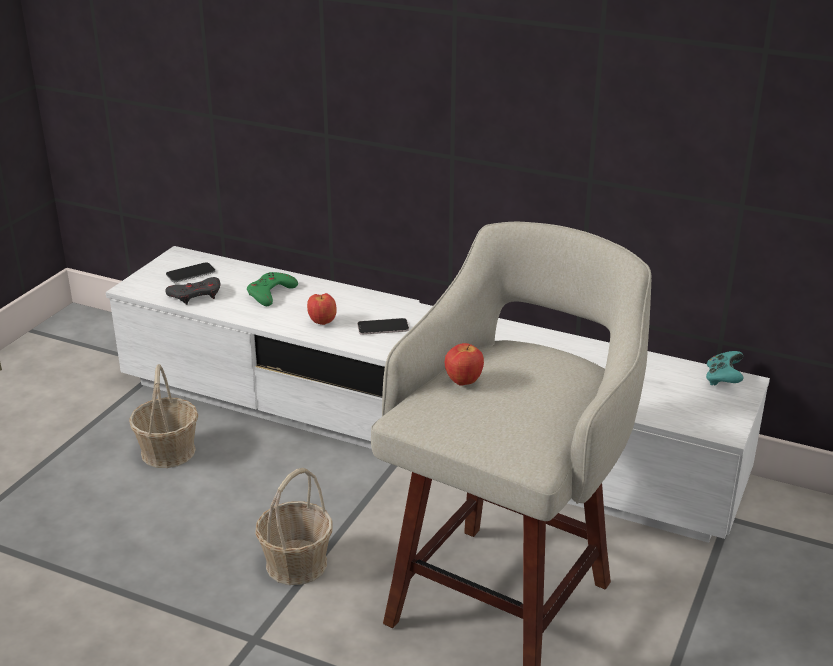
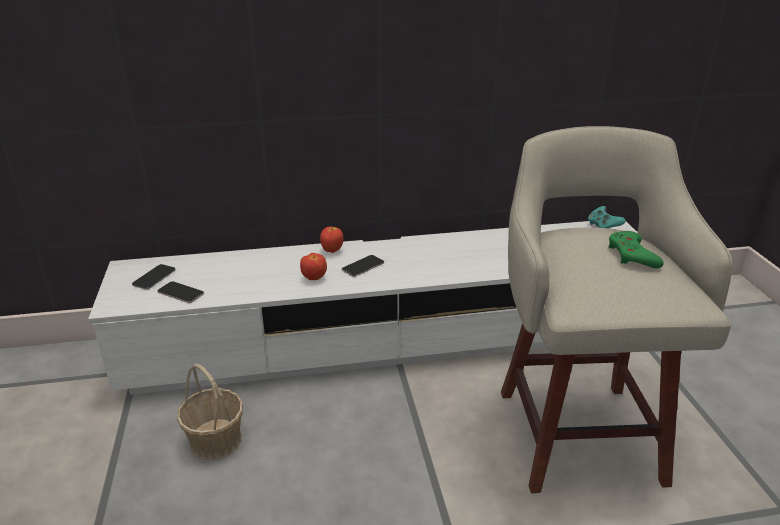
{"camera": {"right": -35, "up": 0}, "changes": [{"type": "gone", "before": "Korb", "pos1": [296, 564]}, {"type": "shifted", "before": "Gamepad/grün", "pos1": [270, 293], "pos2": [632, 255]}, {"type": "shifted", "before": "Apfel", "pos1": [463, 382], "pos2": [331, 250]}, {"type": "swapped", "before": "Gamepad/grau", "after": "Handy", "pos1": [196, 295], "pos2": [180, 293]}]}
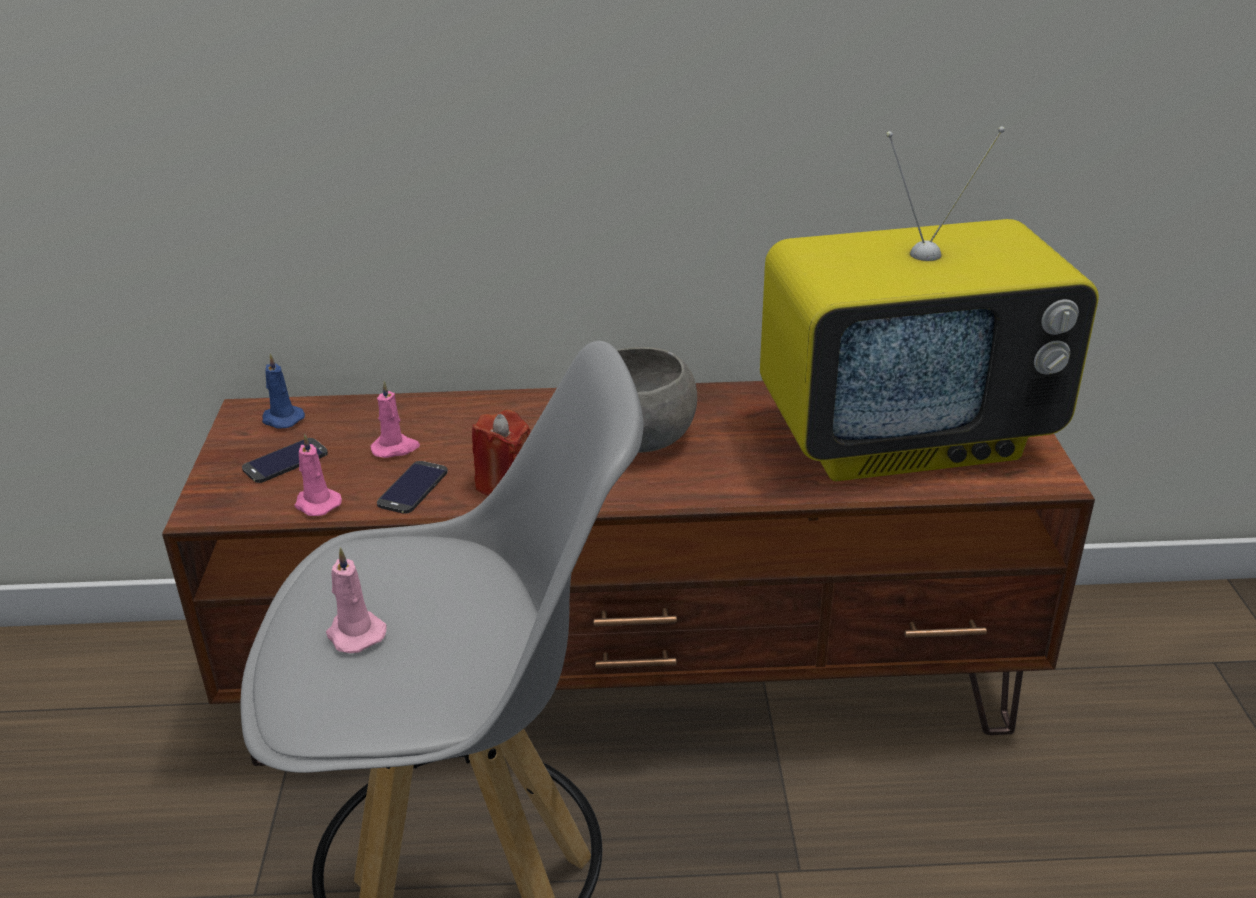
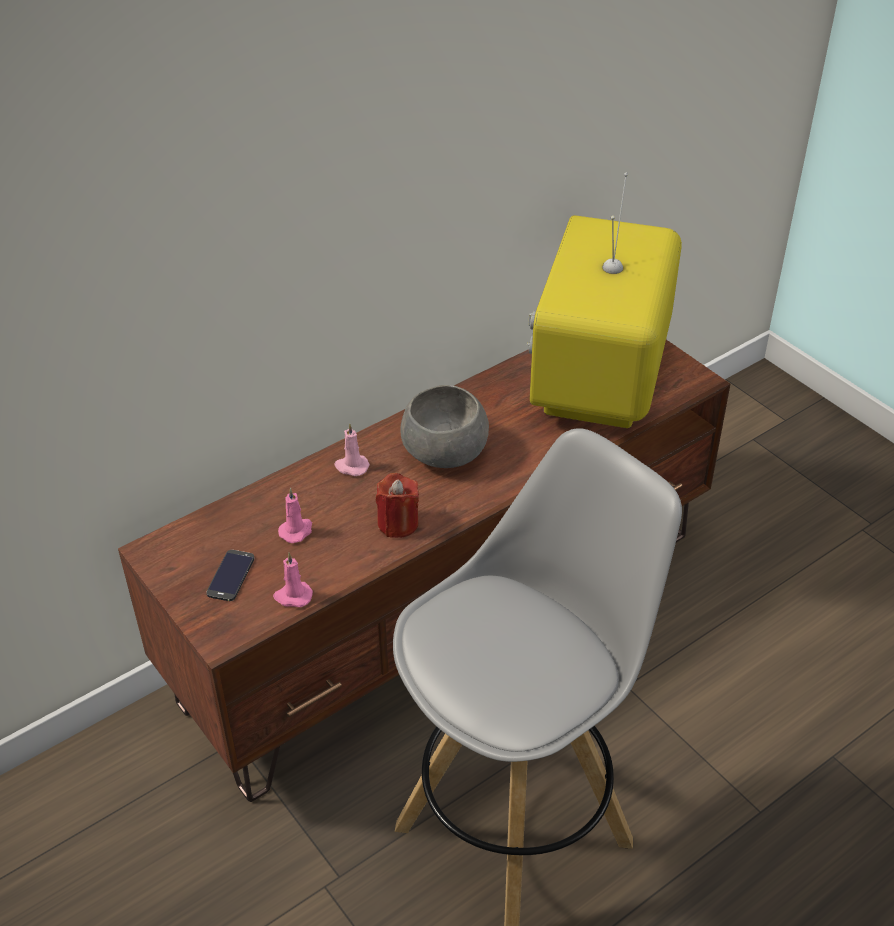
{"camera": {"right": -35, "up": 10}, "changes": [{"type": "gone", "before": "Kerze/blau", "pos1": [281, 419]}, {"type": "gone", "before": "Handy", "pos1": [413, 488]}, {"type": "shifted", "before": "Kerze/rosa", "pos1": [354, 633], "pos2": [351, 466]}, {"type": "rotated", "before": "Fernseher", "pos1": [905, 437], "pos2": [600, 382], "turn": 150}]}
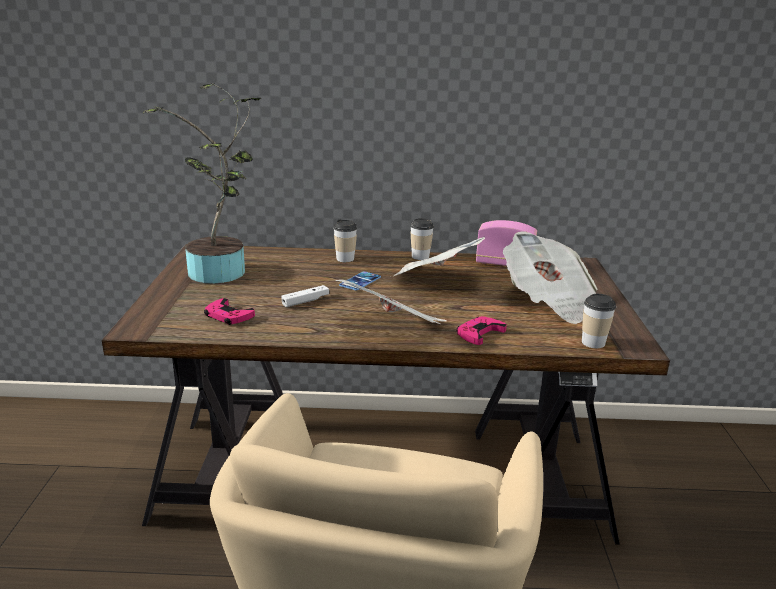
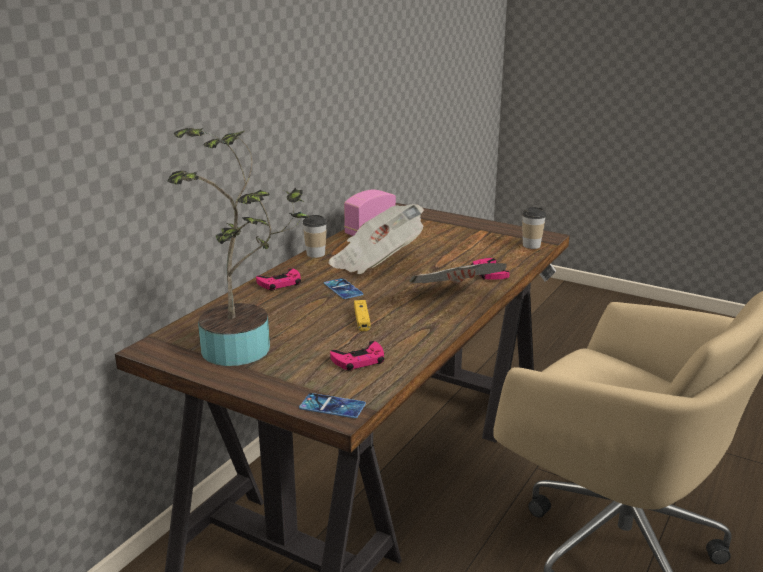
{"camera": {"right": -60, "up": 0}, "changes": [{"type": "gone", "before": "Zeitung", "pos1": [549, 301]}, {"type": "new", "after": "Handy", "pos2": [332, 406]}, {"type": "swapped", "before": "Tasse", "after": "Gamepad/rosa", "pos1": [345, 259], "pos2": [280, 283]}, {"type": "repainted", "before": "Gamepad/weiß", "after": "Gamepad/gelb", "pos1": [305, 301], "pos2": [362, 320]}]}
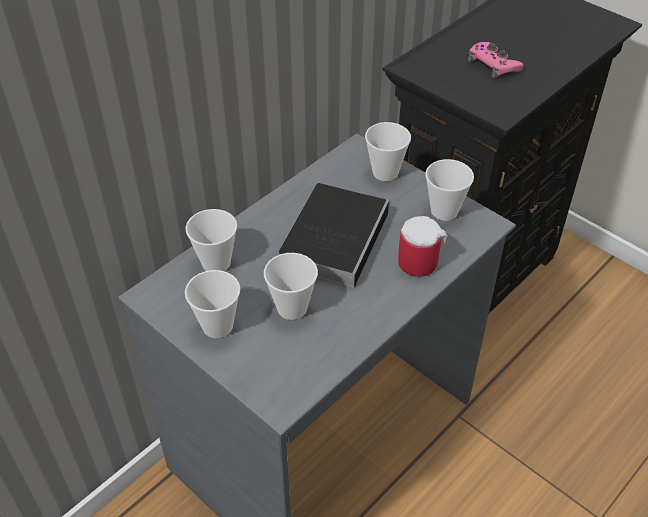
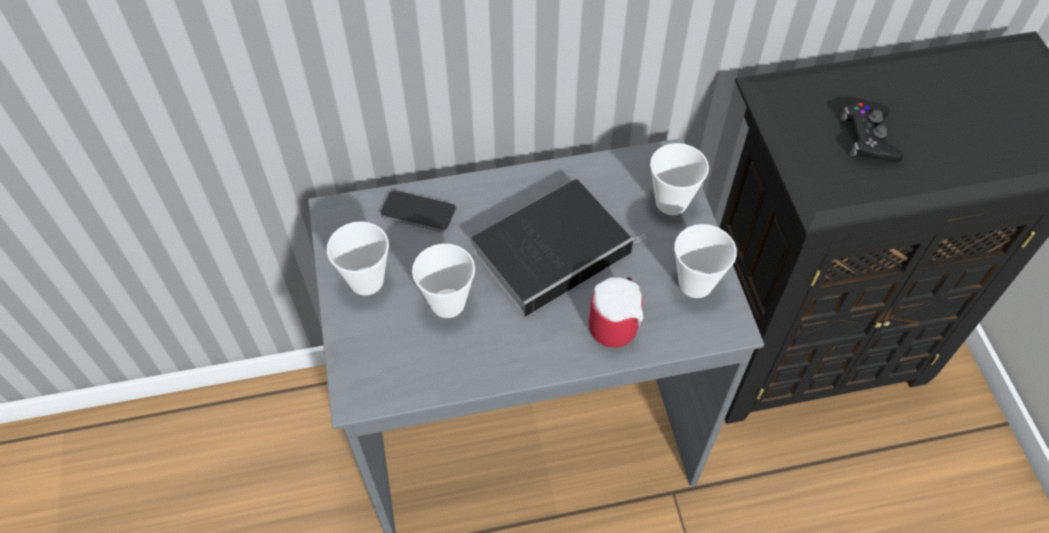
{"camera": {"right": 35, "up": 10}, "changes": [{"type": "swapped", "before": "Tasse", "after": "Handy", "pos1": [216, 263], "pos2": [418, 213]}, {"type": "repainted", "before": "Gamepad/rosa", "after": "Gamepad/schwarz", "pos1": [493, 65], "pos2": [869, 138]}]}
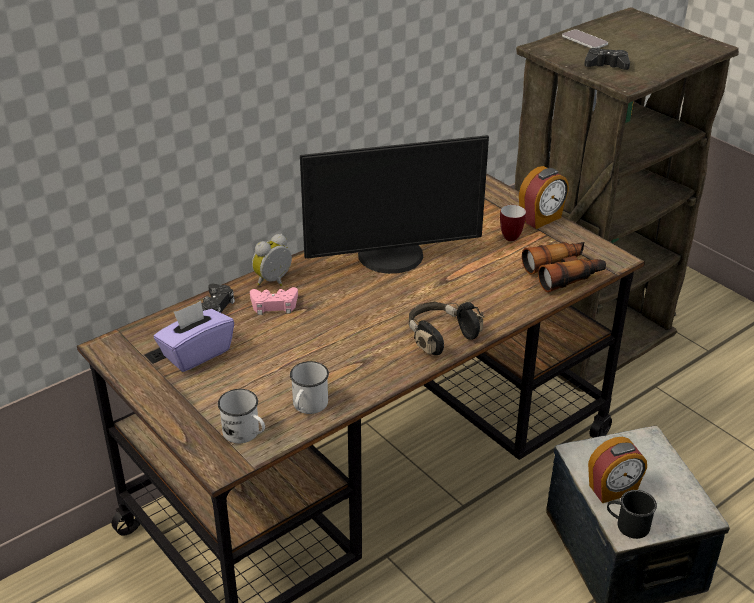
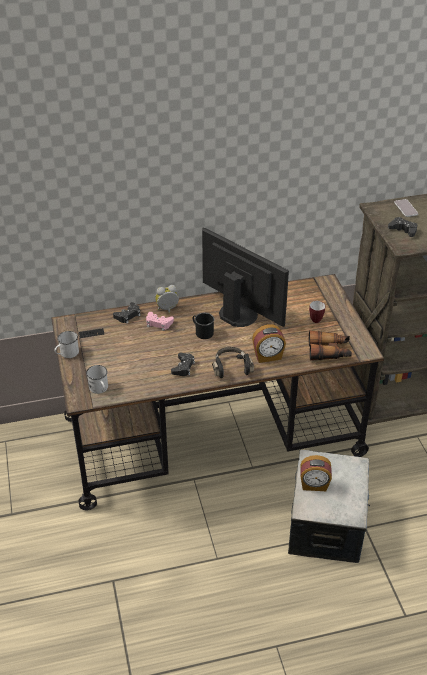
{"camera": {"right": 25, "up": 5}, "changes": [{"type": "gone", "before": "Taschentuchbox/lila", "pos1": [196, 353]}, {"type": "new", "after": "Gamepad/schwarz", "pos2": [183, 367]}, {"type": "shifted", "before": "Henkelbecher/weiß", "pos1": [308, 406], "pos2": [67, 354]}, {"type": "shifted", "before": "Wecker", "pos1": [541, 219], "pos2": [268, 356]}, {"type": "shifted", "before": "Henkelbecher/schwarz", "pos1": [627, 525], "pos2": [202, 332]}, {"type": "rotated", "before": "Monitor", "pos1": [391, 257], "pos2": [239, 313], "turn": -150}]}
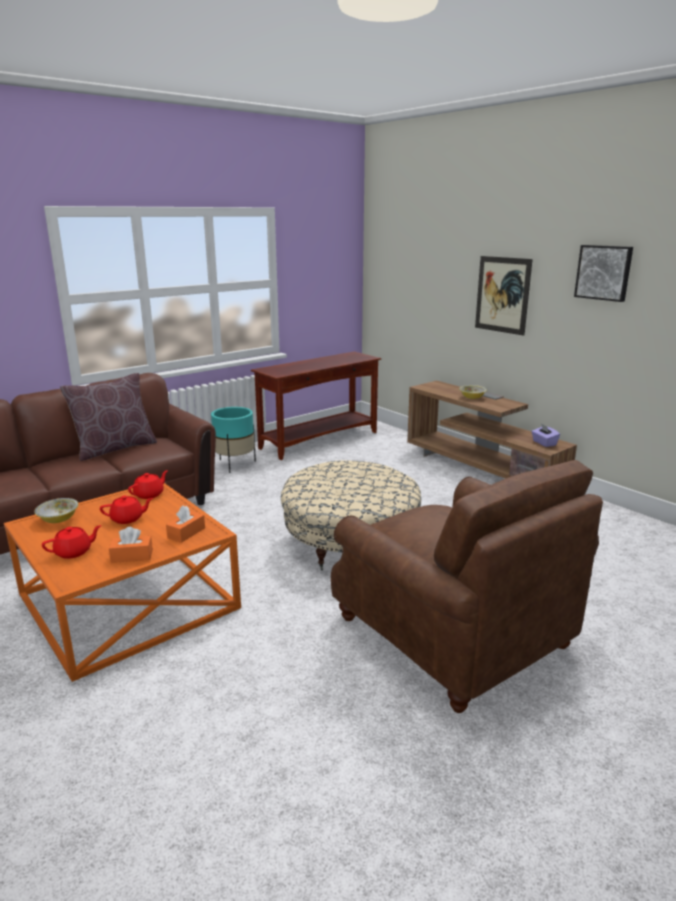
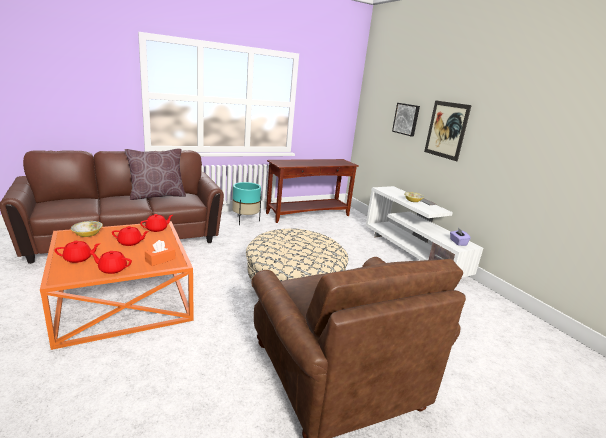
{"camera": {"right": 10, "up": 0}, "changes": [{"type": "shifted", "before": "Bild", "pos1": [604, 272], "pos2": [406, 119]}, {"type": "swapped", "before": "Taschentuchbox/orange", "after": "Teekanne/rot", "pos1": [132, 556], "pos2": [112, 269]}, {"type": "repainted", "before": "Fernsehschrank/braun", "after": "Fernsehschrank/weiß", "pos1": [482, 469], "pos2": [413, 253]}]}
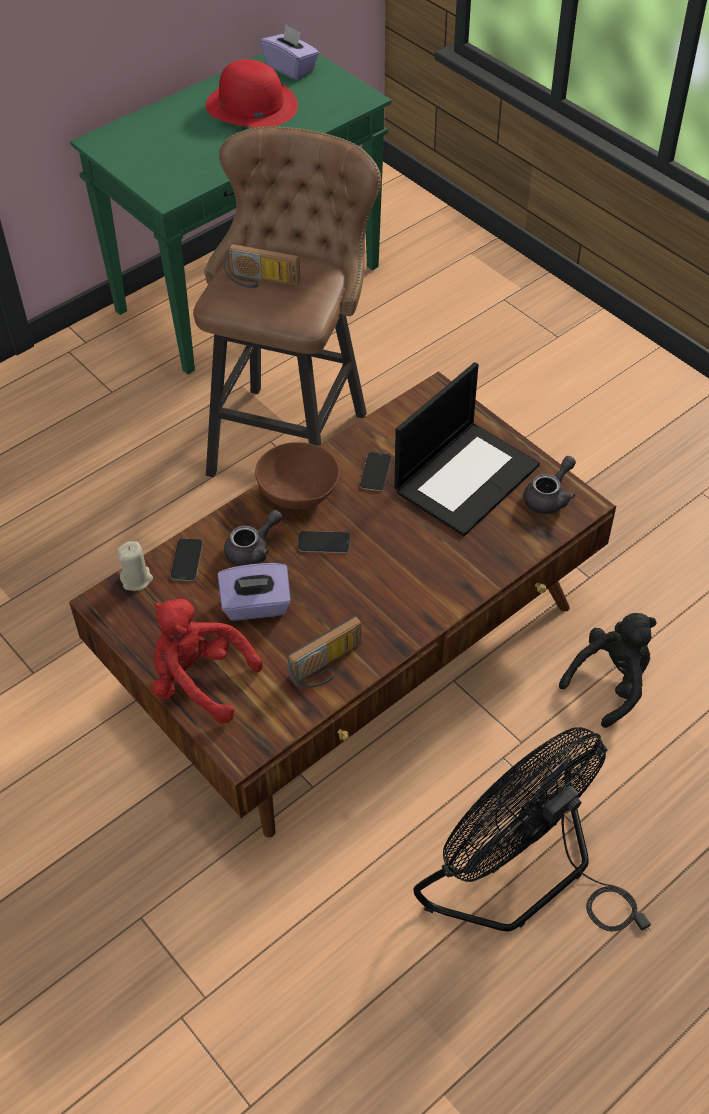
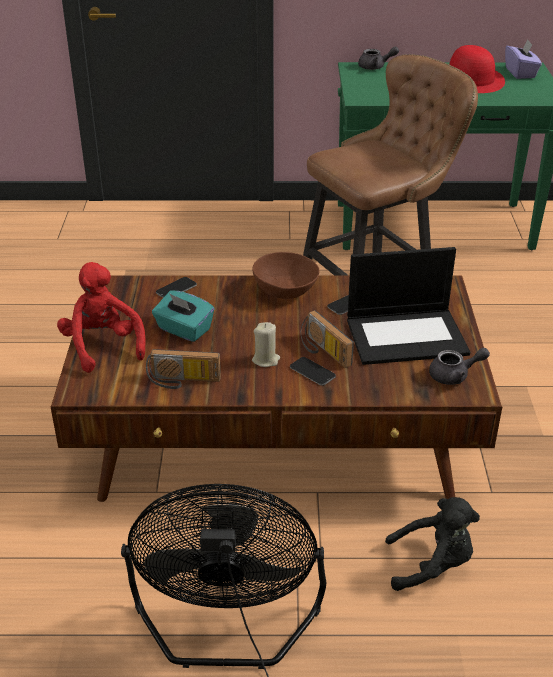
{"camera": {"right": 40, "up": -15}, "changes": [{"type": "shifted", "before": "Kerze/beige", "pos1": [137, 579], "pos2": [266, 360]}, {"type": "shifted", "before": "Radio", "pos1": [260, 281], "pos2": [322, 351]}, {"type": "shifted", "before": "Teekanne/grau", "pos1": [253, 550], "pos2": [375, 67]}, {"type": "shifted", "before": "Handy", "pos1": [324, 543], "pos2": [312, 372]}, {"type": "repainted", "before": "Taschentuchbox/lila", "after": "Taschentuchbox/türkis", "pos1": [256, 606], "pos2": [184, 330]}]}
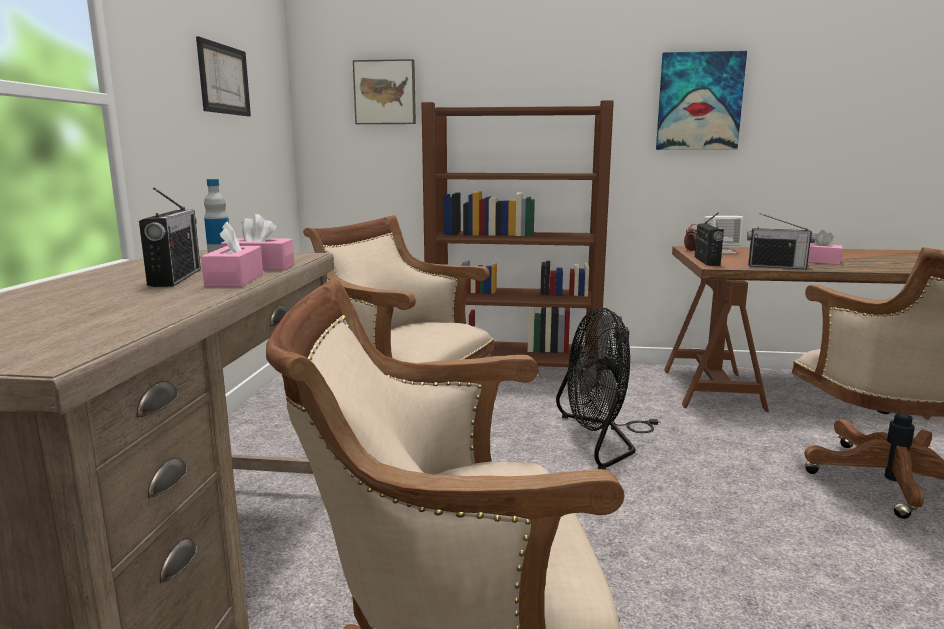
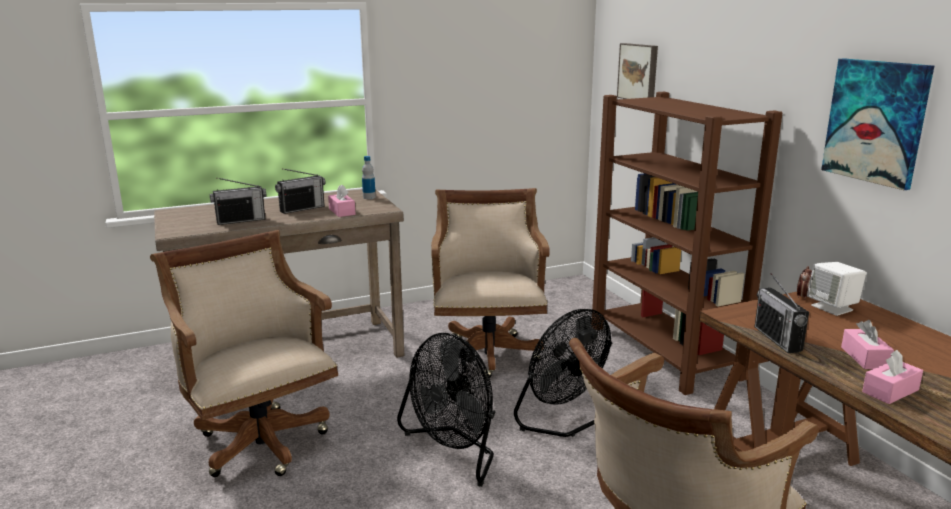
{"camera": {"right": 60, "up": 5}, "changes": [{"type": "gone", "before": "Bild", "pos1": [224, 79]}, {"type": "new", "after": "Ventilator/schwarz", "pos2": [457, 447]}, {"type": "shifted", "before": "Taschentuchbox/rosa", "pos1": [235, 280], "pos2": [890, 391]}, {"type": "shifted", "before": "Radio", "pos1": [707, 261], "pos2": [241, 221]}]}
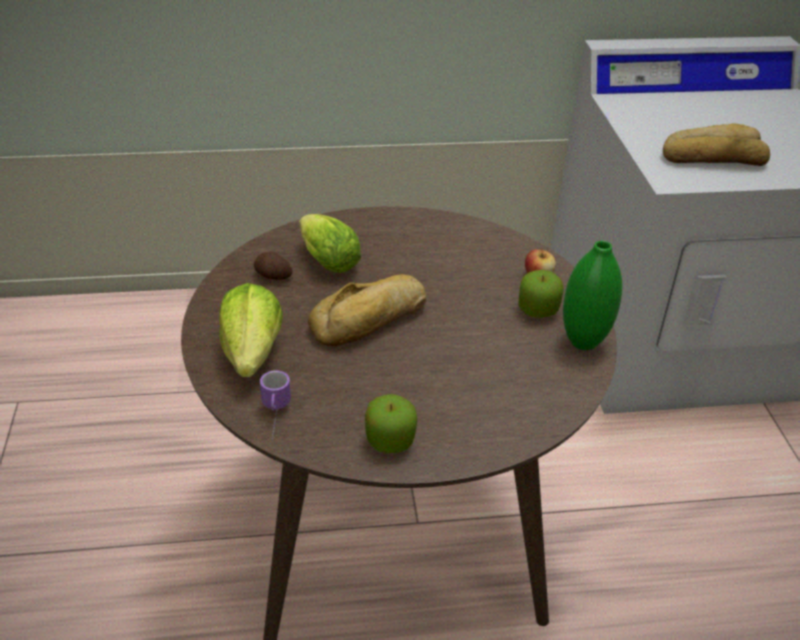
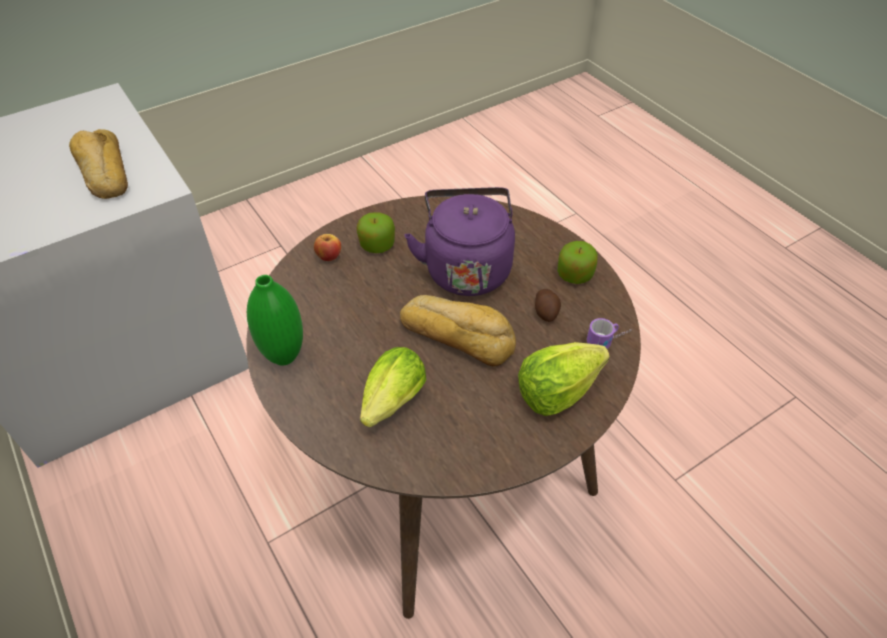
{"camera": {"right": -115, "up": 10}, "changes": [{"type": "new", "after": "Wasserkessel/lila", "pos2": [466, 267]}, {"type": "shifted", "before": "Kartoffel", "pos1": [272, 276], "pos2": [546, 311]}, {"type": "shifted", "before": "Vase/grün", "pos1": [583, 342], "pos2": [284, 356]}]}
